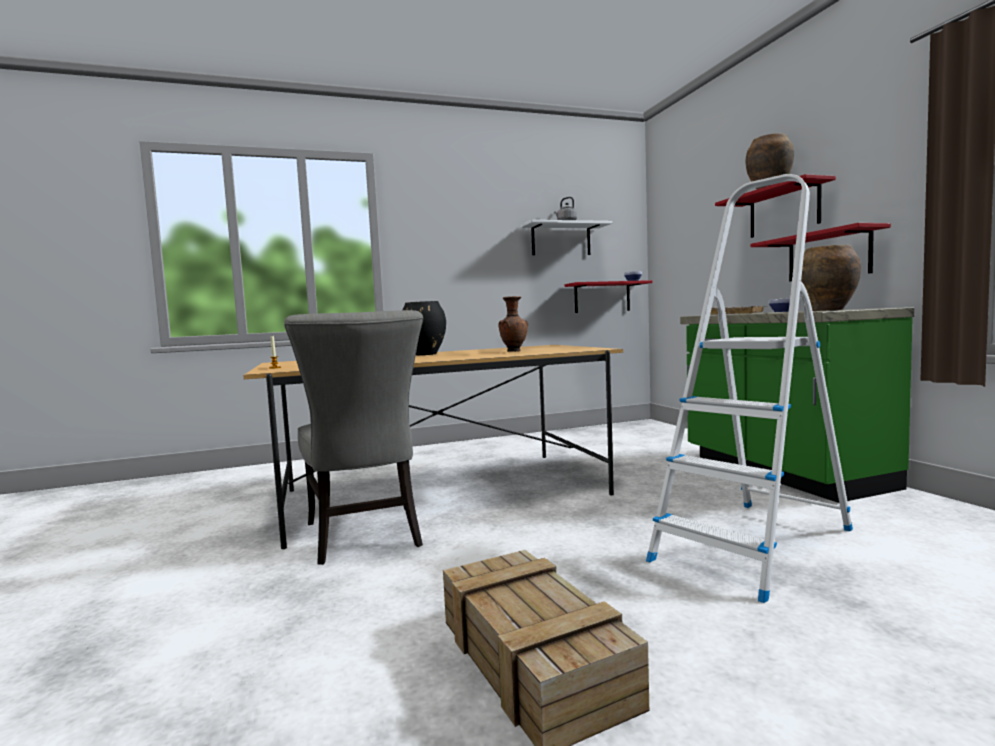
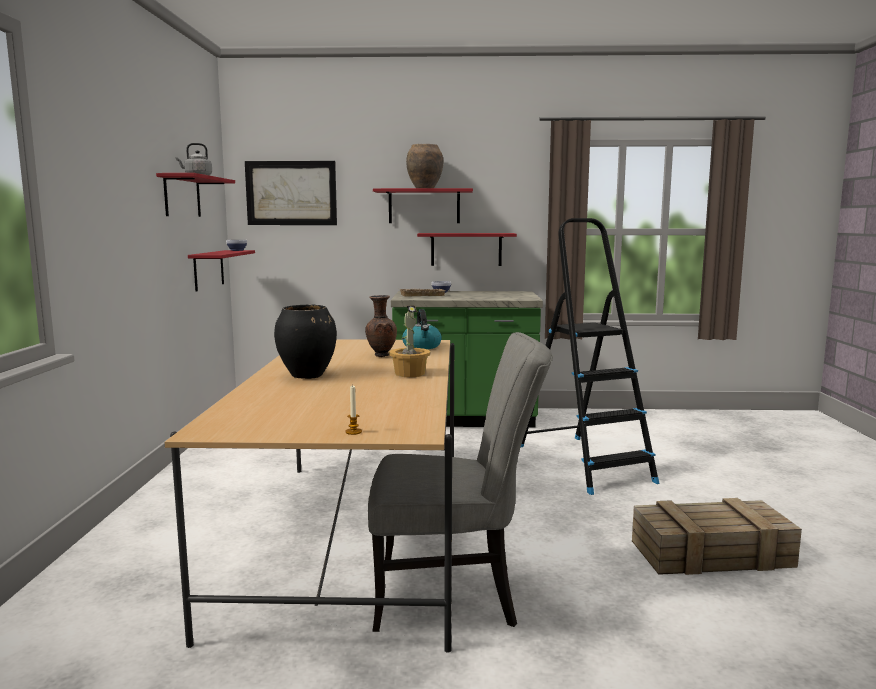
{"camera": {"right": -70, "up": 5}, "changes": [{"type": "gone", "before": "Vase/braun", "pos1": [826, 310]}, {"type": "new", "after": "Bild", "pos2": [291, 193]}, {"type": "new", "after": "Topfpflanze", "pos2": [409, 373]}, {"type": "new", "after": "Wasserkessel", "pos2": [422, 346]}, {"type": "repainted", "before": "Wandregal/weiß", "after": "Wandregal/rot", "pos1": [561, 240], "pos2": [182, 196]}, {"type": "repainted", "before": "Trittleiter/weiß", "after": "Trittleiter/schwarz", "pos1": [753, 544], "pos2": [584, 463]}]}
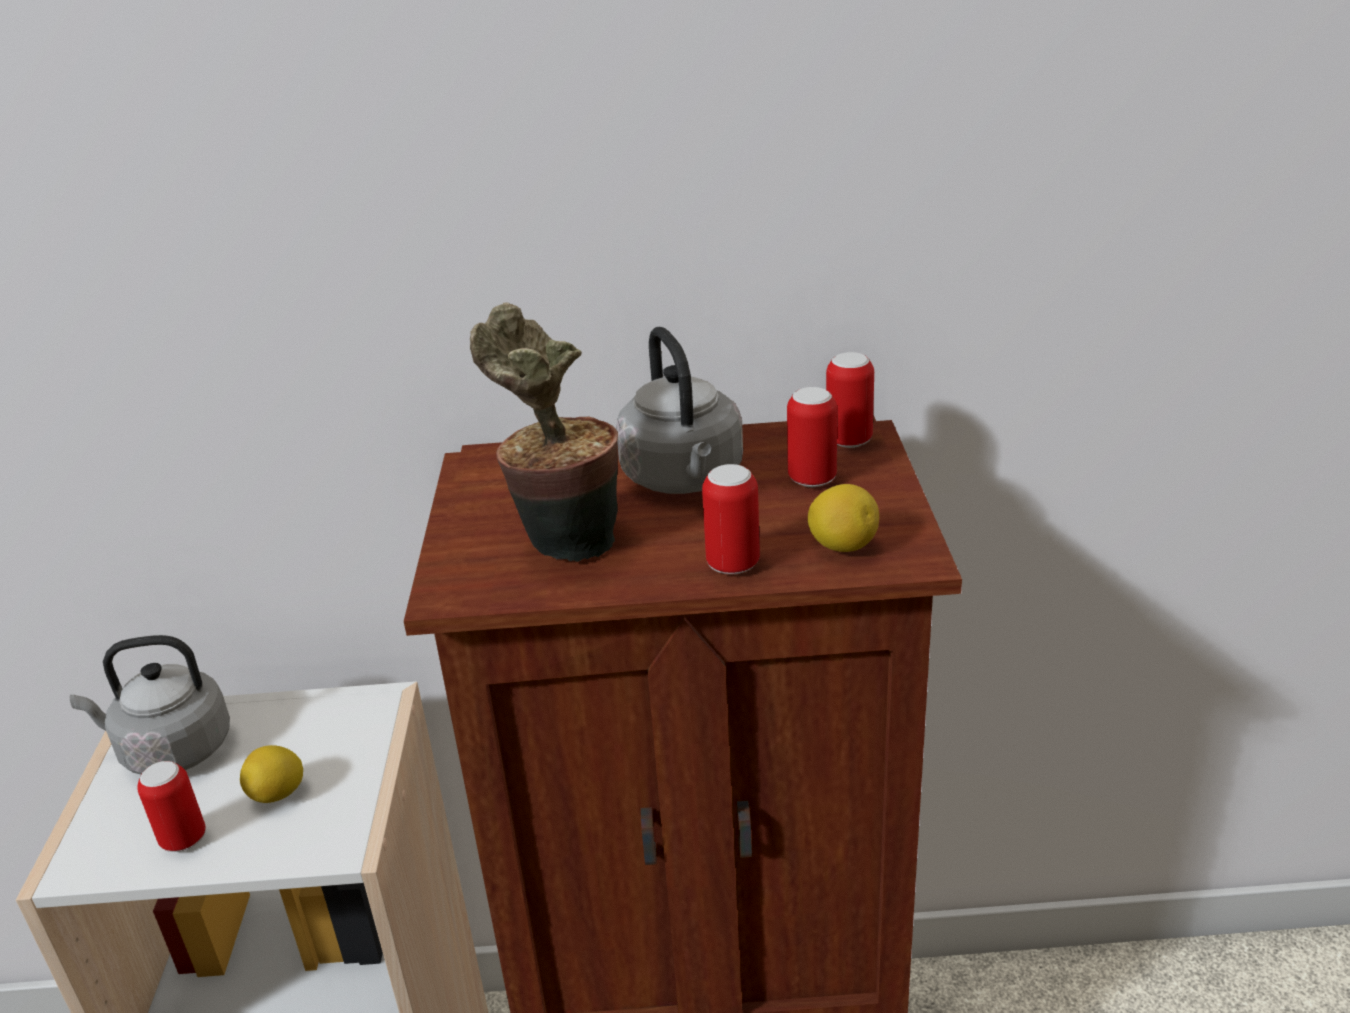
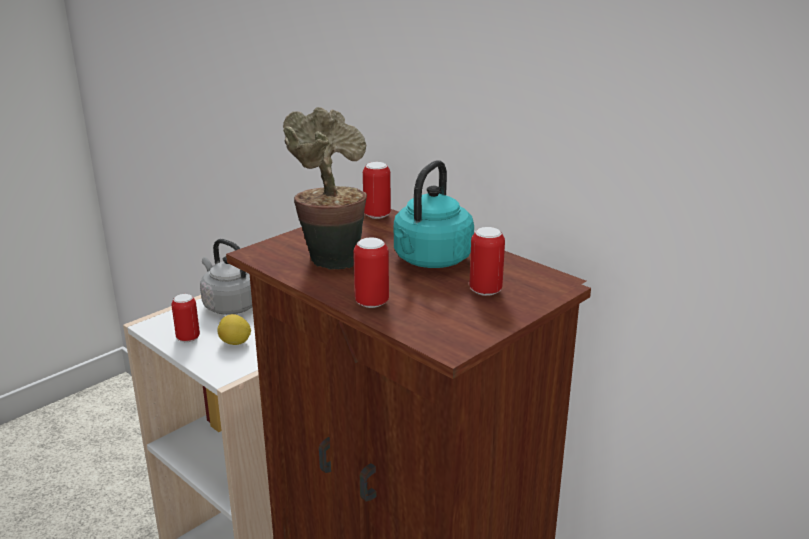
{"camera": {"right": 45, "up": -5}, "changes": [{"type": "gone", "before": "Zitrone", "pos1": [842, 546]}, {"type": "shifted", "before": "Dose", "pos1": [849, 440], "pos2": [377, 215]}, {"type": "repainted", "before": "Wasserkessel/grau", "after": "Wasserkessel/türkis", "pos1": [684, 479], "pos2": [430, 260]}]}
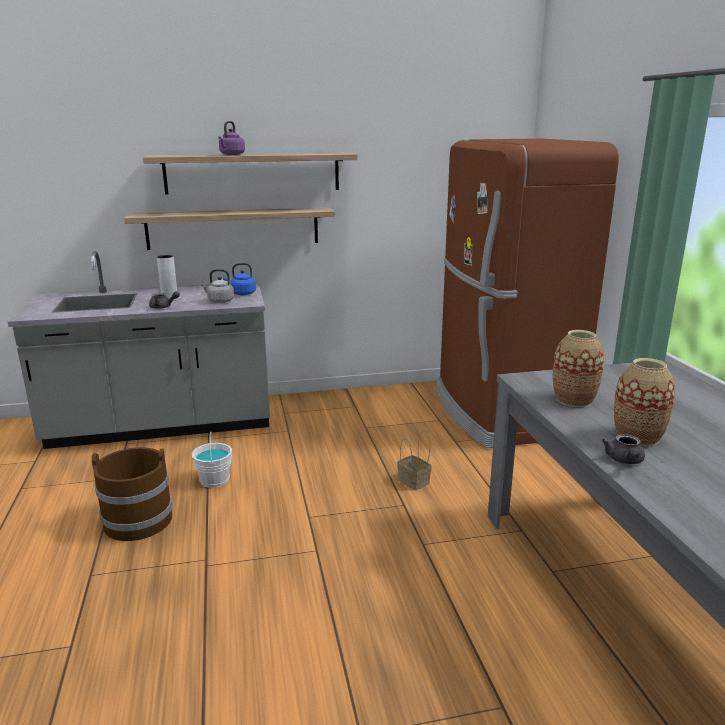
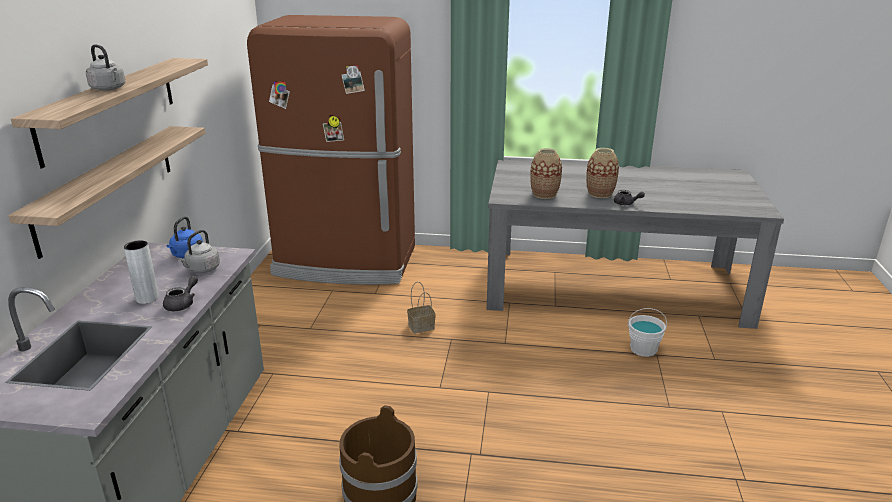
{"camera": {"right": -70, "up": 5}, "changes": [{"type": "shifted", "before": "Eimer/weiß", "pos1": [215, 480], "pos2": [643, 349]}, {"type": "repainted", "before": "Wasserkessel/lila", "after": "Wasserkessel/grau", "pos1": [231, 154], "pos2": [109, 89]}]}
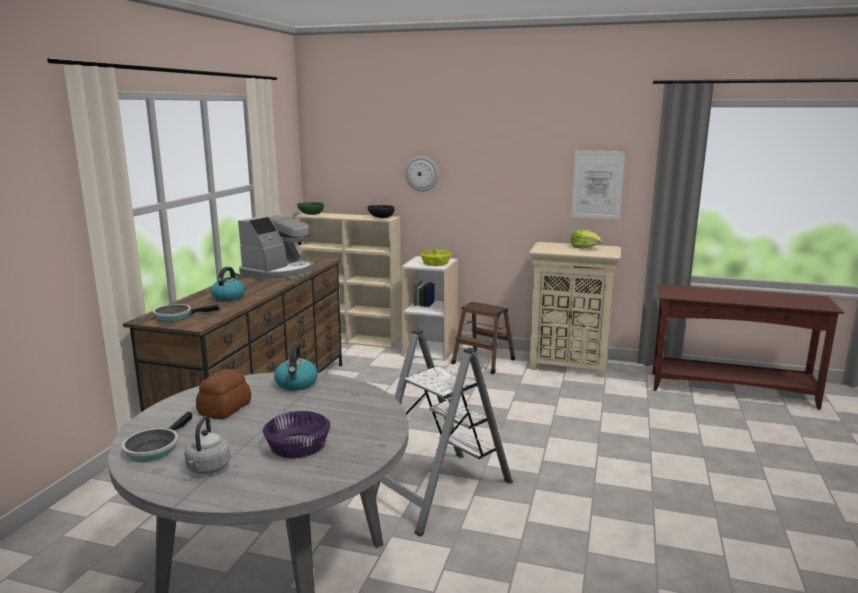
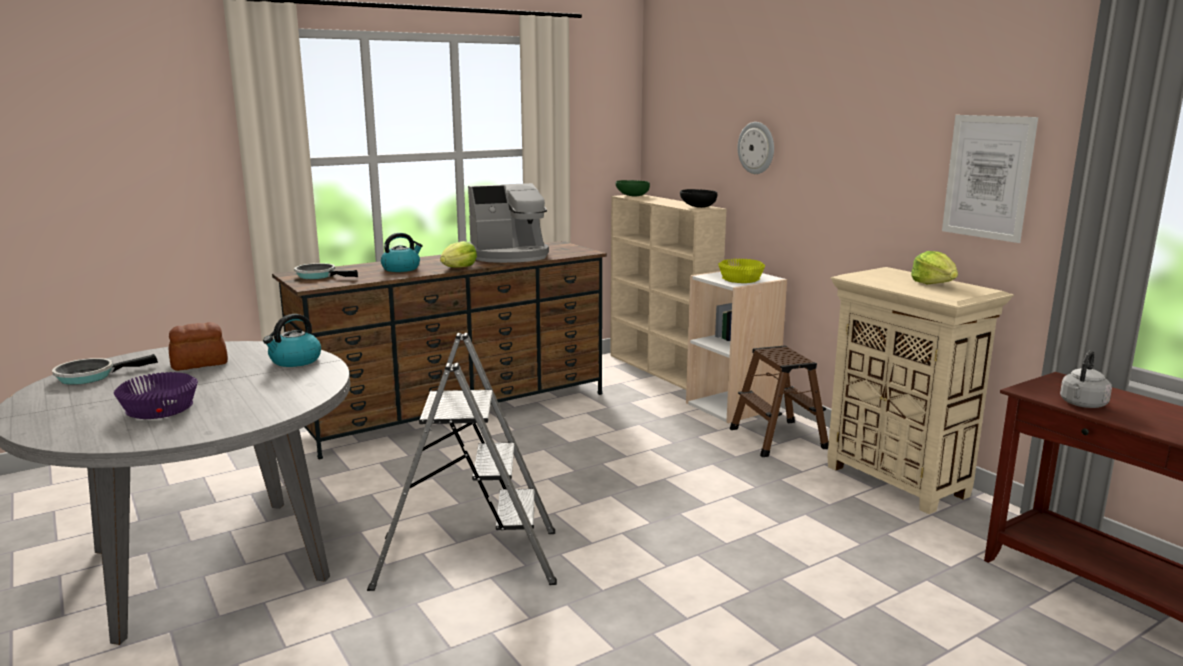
{"camera": {"right": 40, "up": 0}, "changes": [{"type": "new", "after": "Salatkopf", "pos2": [459, 268]}, {"type": "shifted", "before": "Wasserkessel/grau", "pos1": [207, 469], "pos2": [1082, 405]}]}
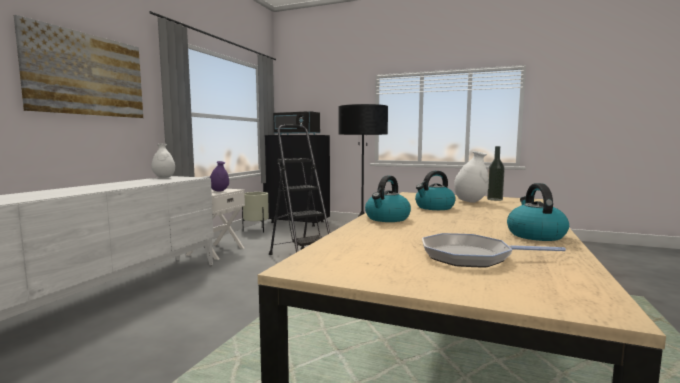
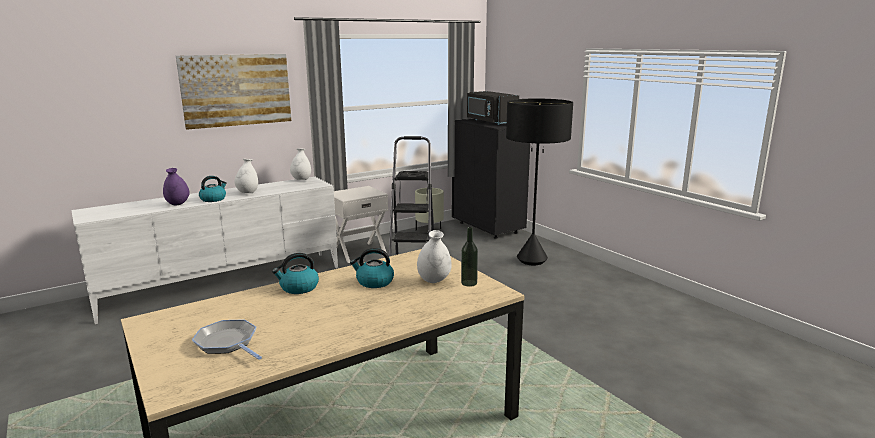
{"camera": {"right": 35, "up": 10}, "changes": [{"type": "new", "after": "Vase/weiß", "pos2": [248, 193]}, {"type": "shifted", "before": "Vase/lila", "pos1": [219, 191], "pos2": [177, 204]}, {"type": "shifted", "before": "Wasserkessel", "pos1": [535, 235], "pos2": [213, 199]}]}
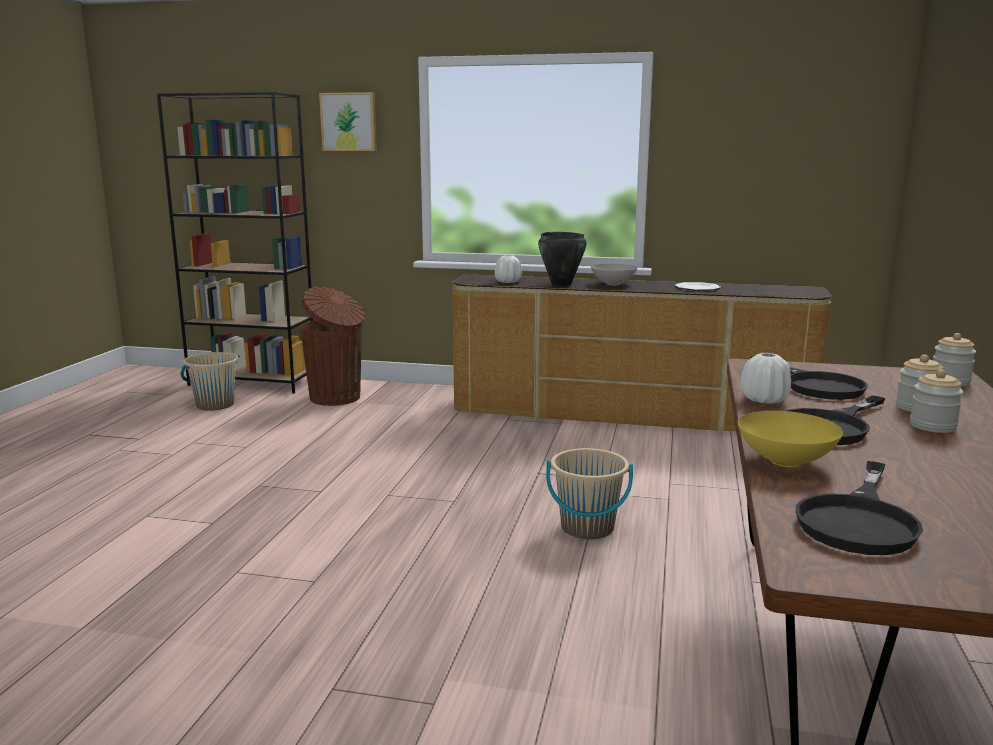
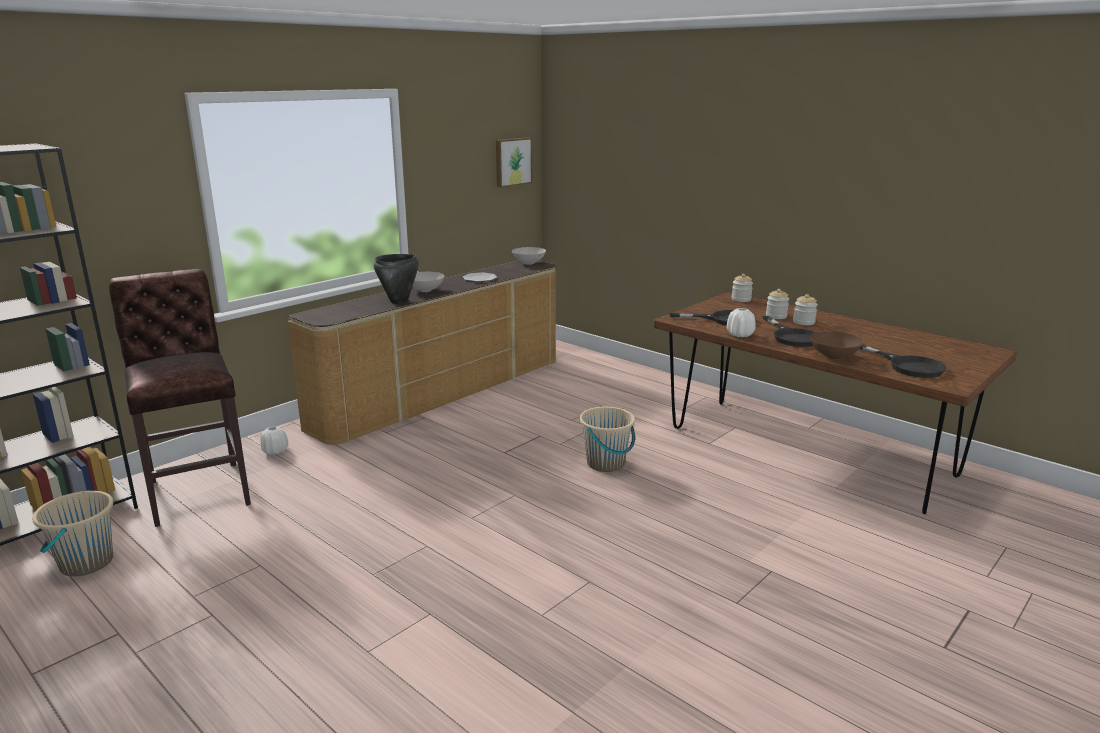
{"camera": {"right": -60, "up": 5}, "changes": [{"type": "new", "after": "Schüssel/weiß", "pos2": [529, 263]}, {"type": "shifted", "before": "Bild", "pos1": [349, 122], "pos2": [512, 161]}, {"type": "shifted", "before": "Vase/weiß", "pos1": [508, 282], "pos2": [275, 451]}, {"type": "swapped", "before": "Mülleimer/braun", "after": "Hocker/braun", "pos1": [336, 398], "pos2": [199, 489]}, {"type": "repainted", "before": "Schüssel/gelb", "after": "Schüssel/braun", "pos1": [787, 461], "pos2": [834, 356]}]}
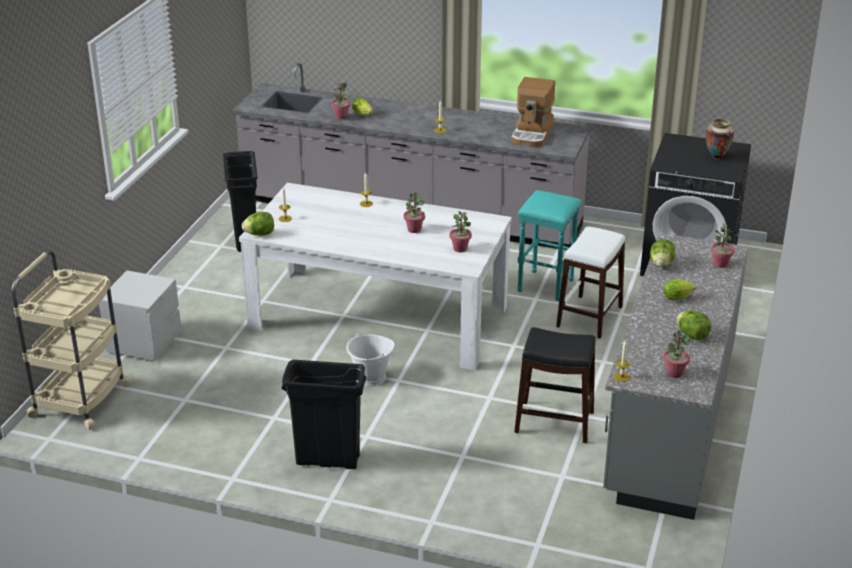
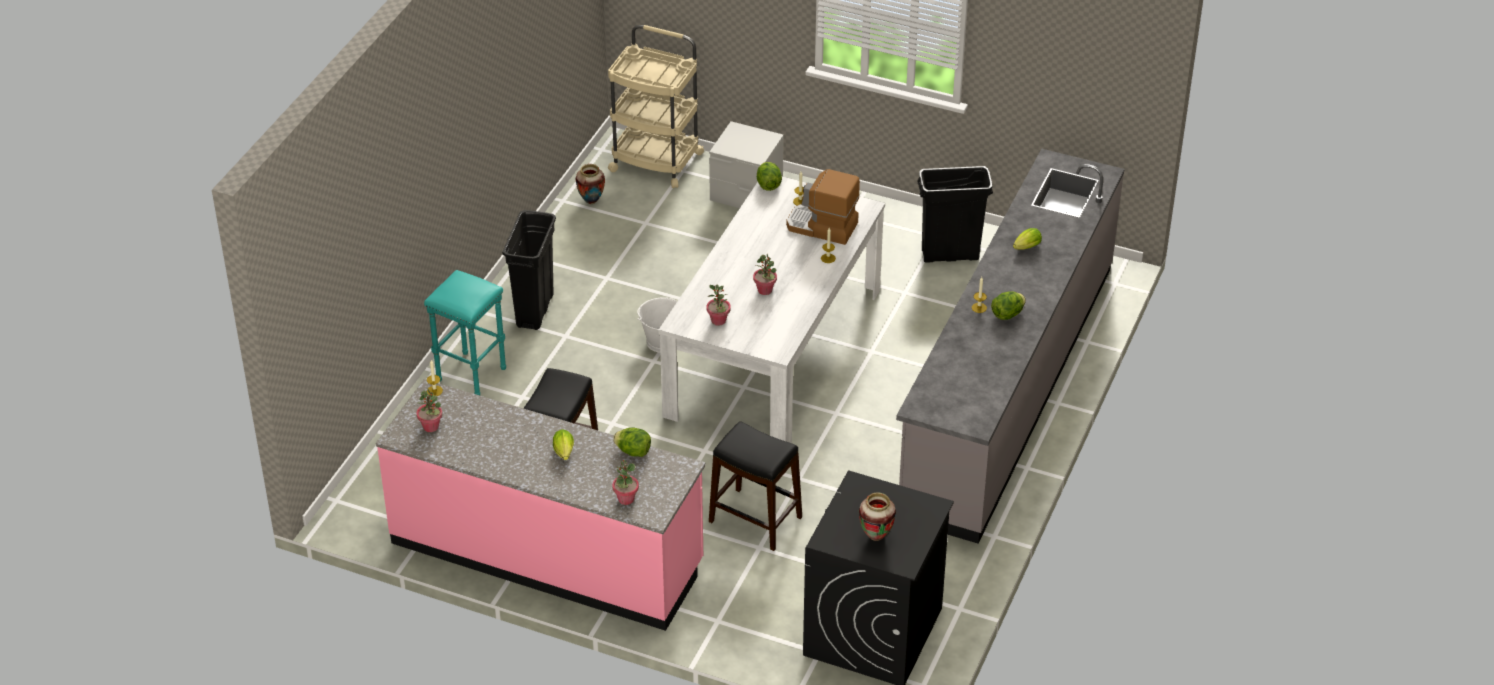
{"camera": {"right": 95, "up": 10}, "changes": [{"type": "gone", "before": "Topfpflanze", "pos1": [341, 116]}, {"type": "new", "after": "Vase", "pos2": [591, 201]}, {"type": "shifted", "before": "Kaffeemaschine", "pos1": [532, 134], "pos2": [821, 227]}, {"type": "shifted", "before": "Hocker/türkis", "pos1": [546, 286], "pos2": [469, 374]}, {"type": "shifted", "before": "Salatkopf", "pos1": [692, 335], "pos2": [1007, 314]}, {"type": "repainted", "before": "Hocker/weiß", "after": "Hocker/schwarz", "pos1": [590, 316], "pos2": [755, 520]}, {"type": "repainted", "before": "Küchenzeile/grau", "after": "Küchenzeile/rosa", "pos1": [669, 420], "pos2": [547, 553]}]}
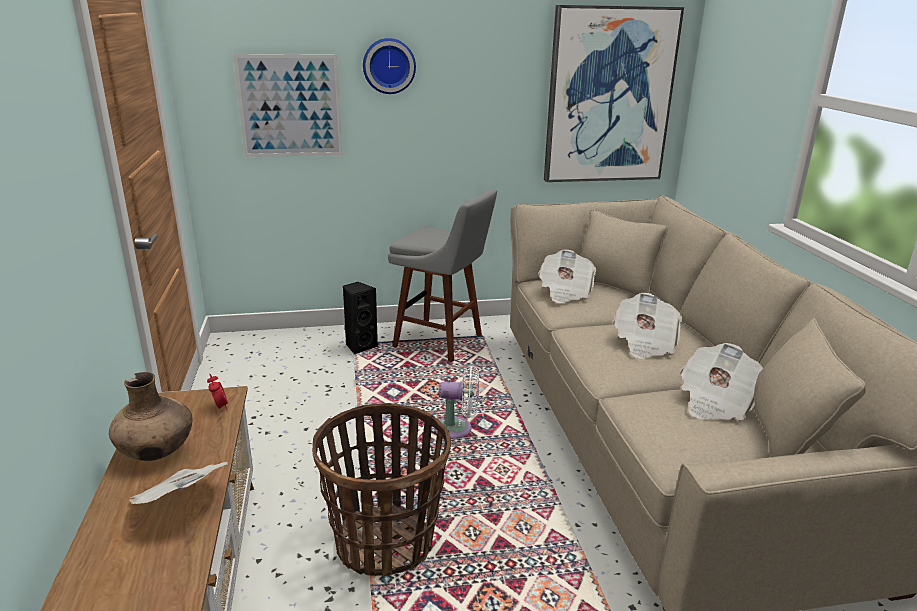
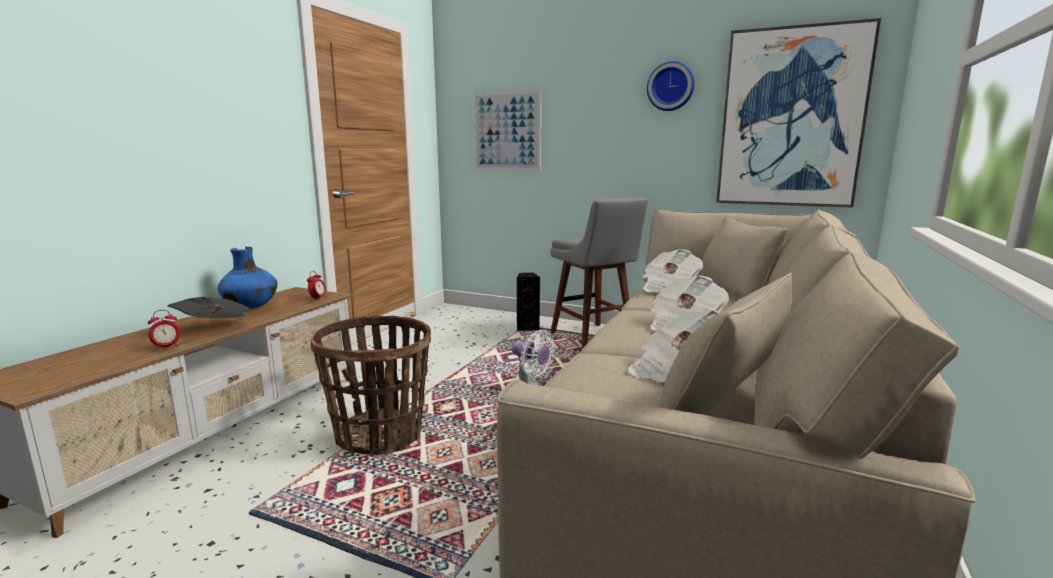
{"camera": {"right": 35, "up": -10}, "changes": [{"type": "new", "after": "Wecker", "pos2": [167, 347]}, {"type": "shifted", "before": "Wanduhr", "pos1": [389, 66], "pos2": [671, 86]}, {"type": "repainted", "before": "Vase/braun", "after": "Vase/blau", "pos1": [157, 452], "pos2": [251, 307]}]}
